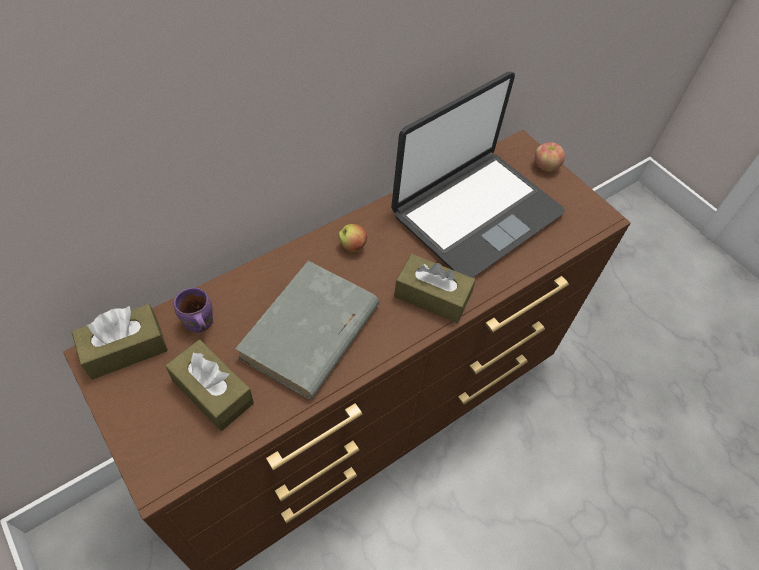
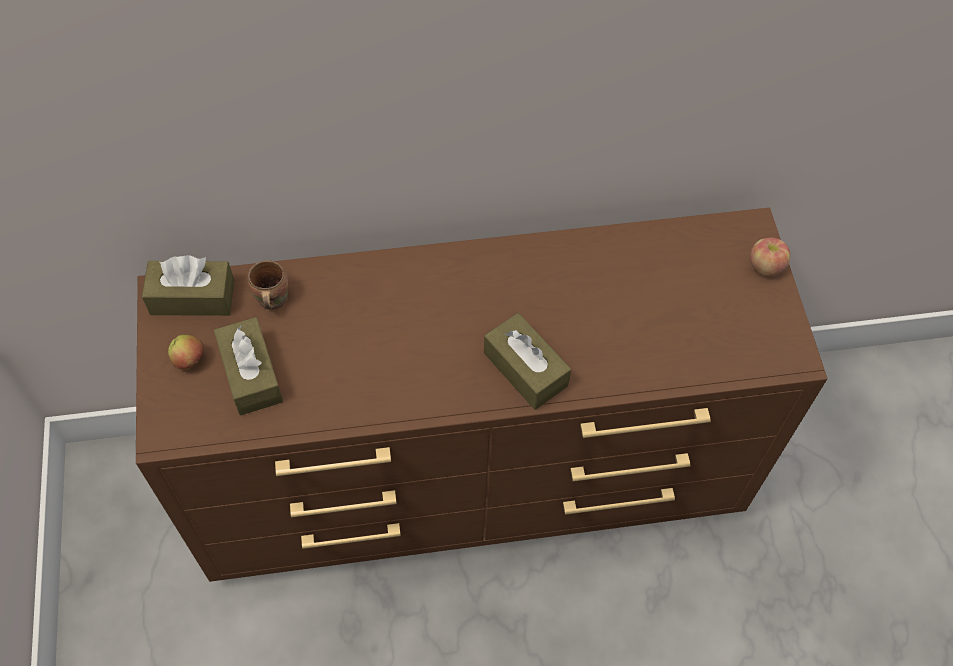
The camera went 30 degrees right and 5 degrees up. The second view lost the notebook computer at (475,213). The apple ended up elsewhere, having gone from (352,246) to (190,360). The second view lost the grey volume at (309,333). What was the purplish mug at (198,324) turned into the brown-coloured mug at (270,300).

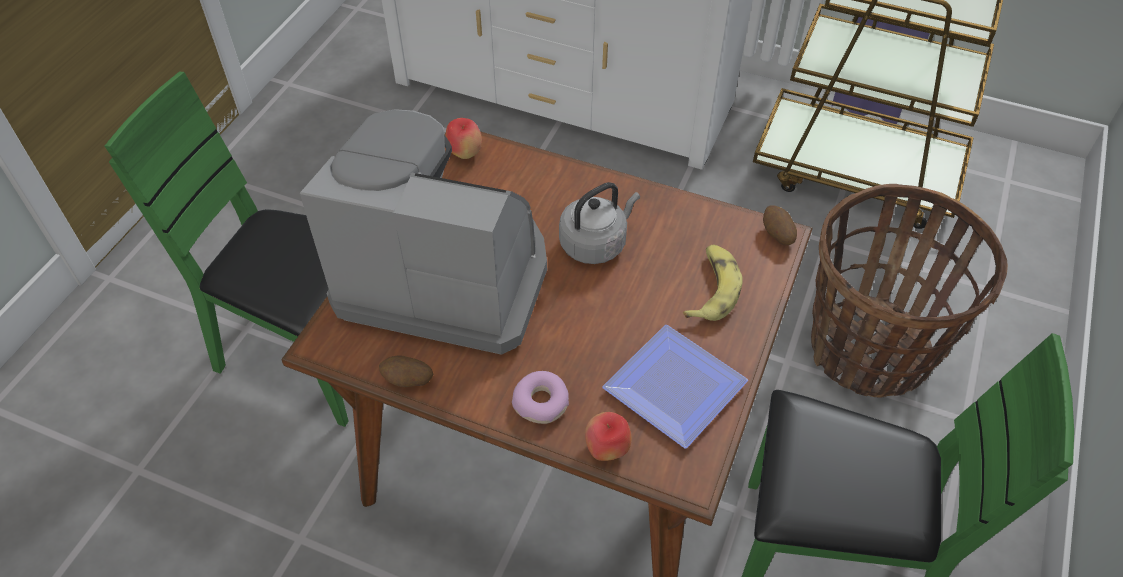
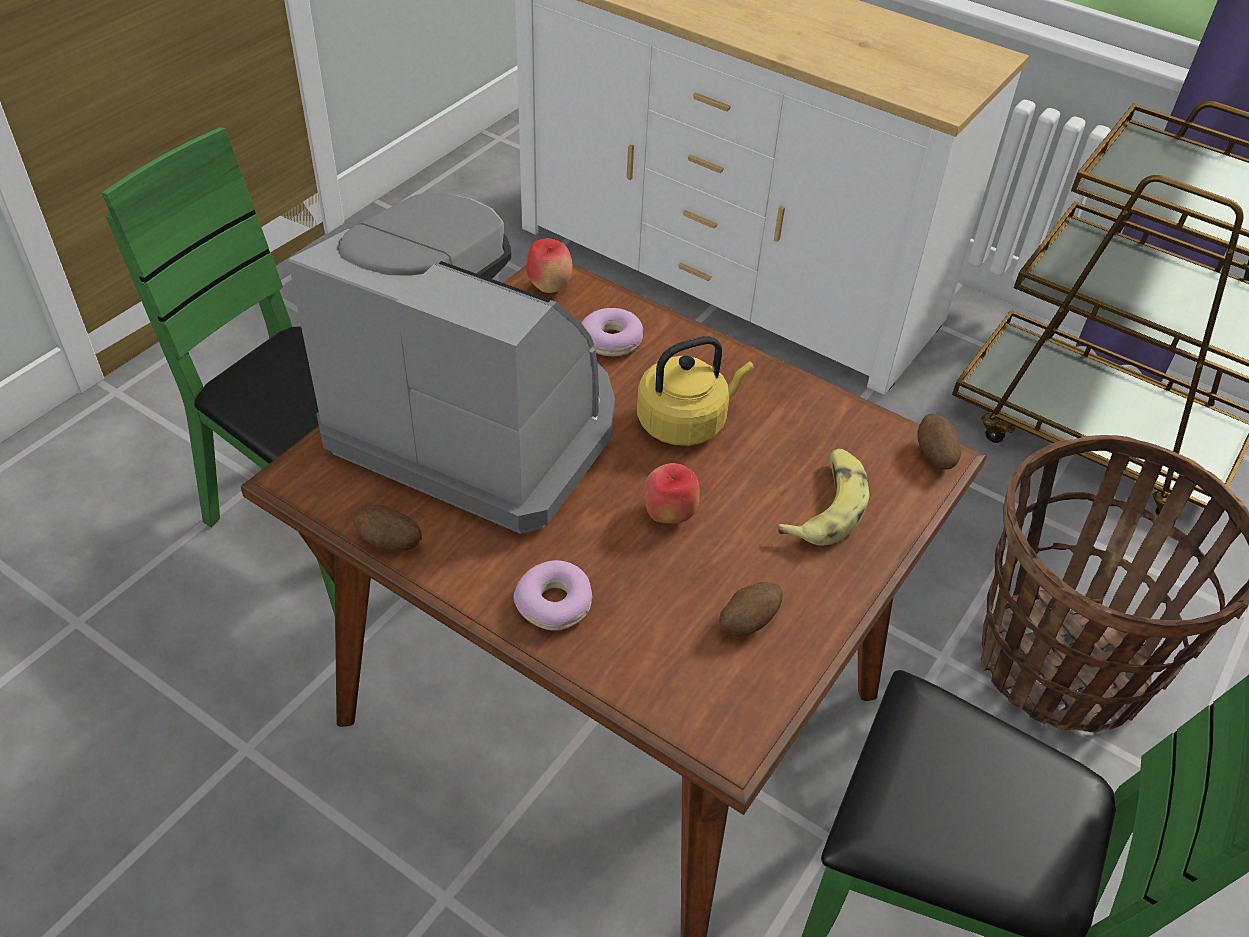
The camera went 10 degrees right and 5 degrees down. What was the grey water kettle at (595,243) turned into the yellowish water kettle at (685,422). Where the plate stood at (679,387), the spud came to stand at (747,622). The apple ended up elsewhere, having gone from (606,449) to (669,515). The second view gained the donut at (611,341).

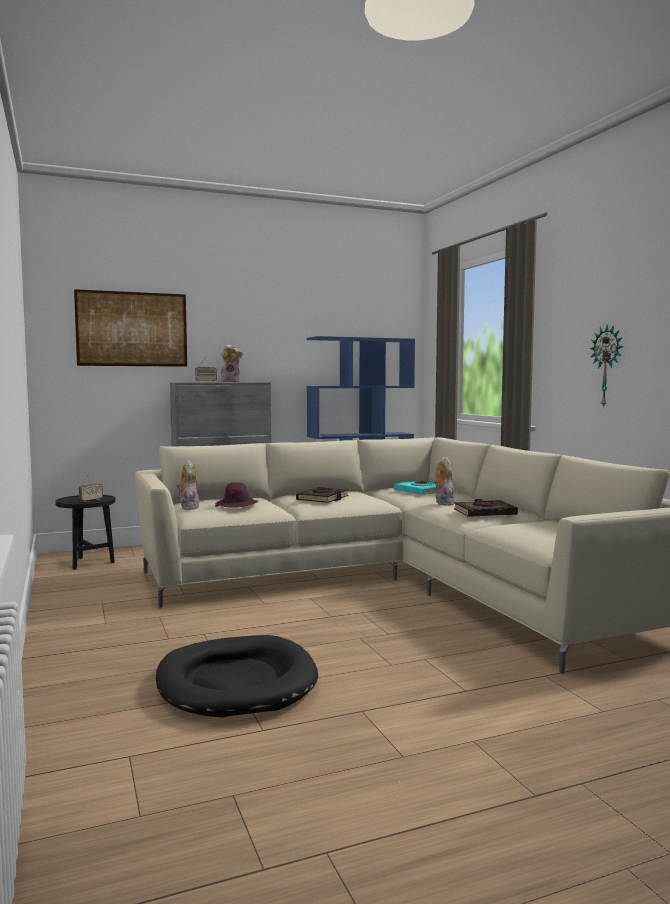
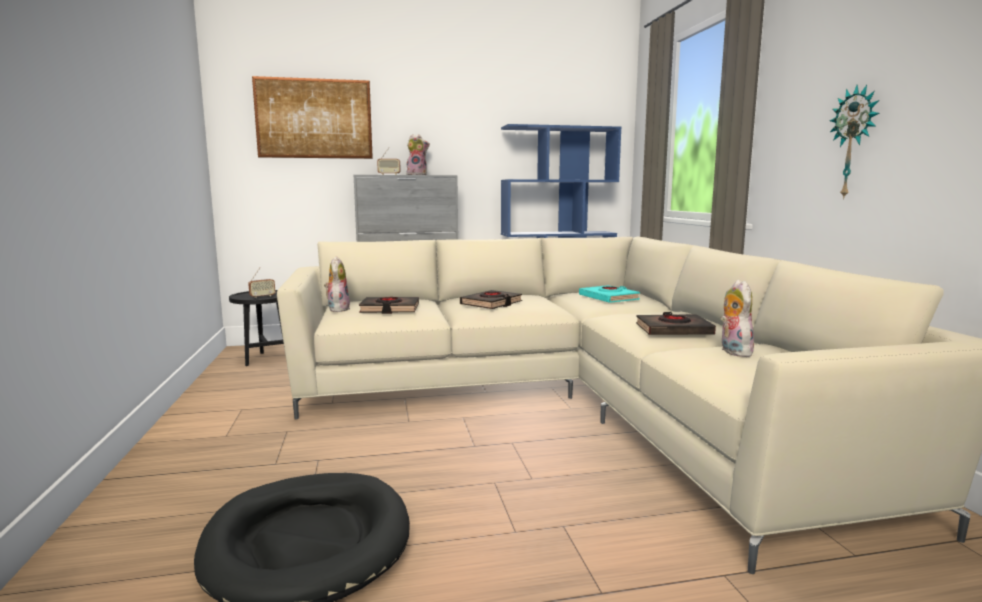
The camera went 10 degrees right and 5 degrees up. The plush toy ended up elsewhere, having gone from (442,503) to (733,352). Where the purplish hat stood at (237,506), the black-coloured volume came to stand at (389,309).

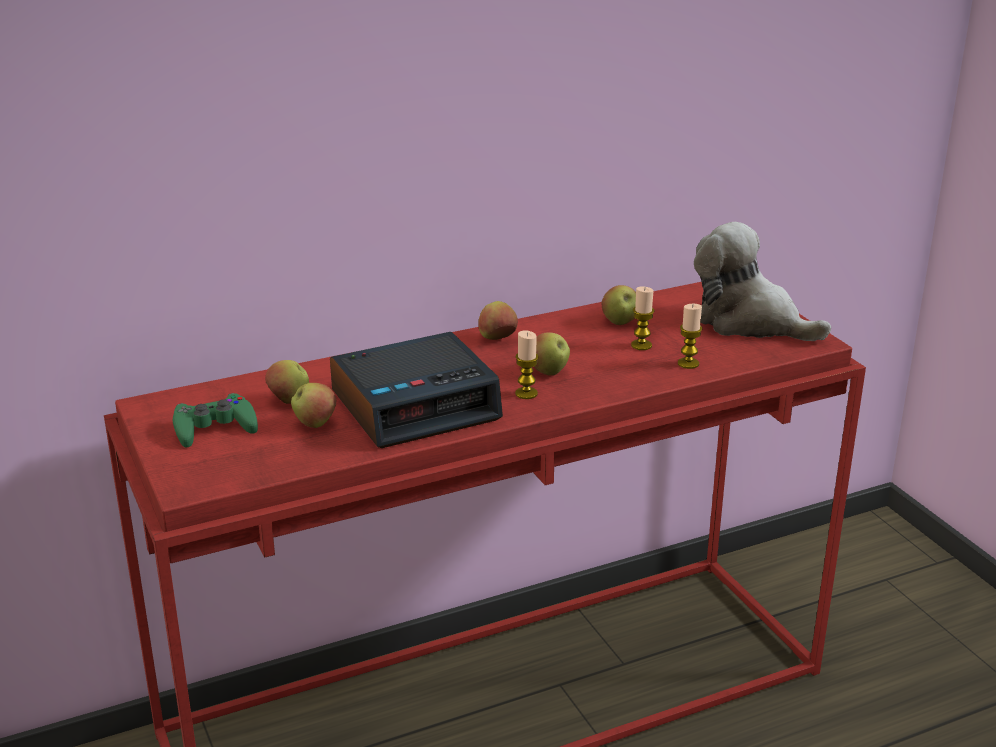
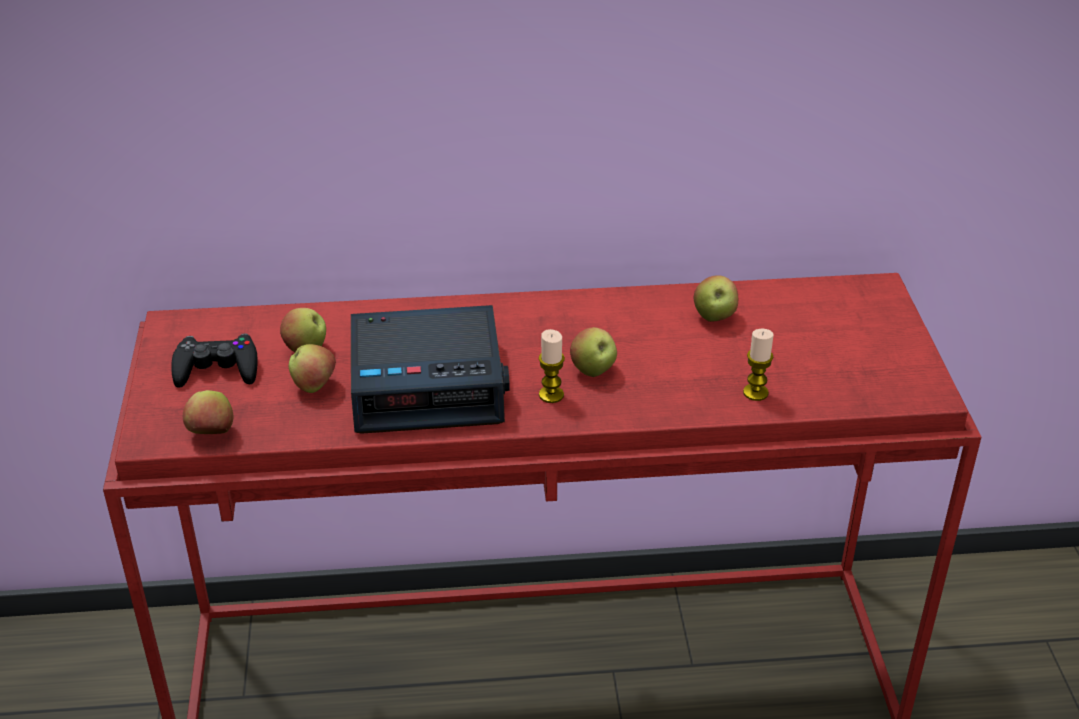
The camera went 20 degrees right and 10 degrees up. The second view lost the plush toy at (749,322). The second view lost the wax light at (641,345). The apple ended up elsewhere, having gone from (497,339) to (212,434). What was the green-coloured joypad at (214,428) turned into the black-coloured joypad at (217,368).

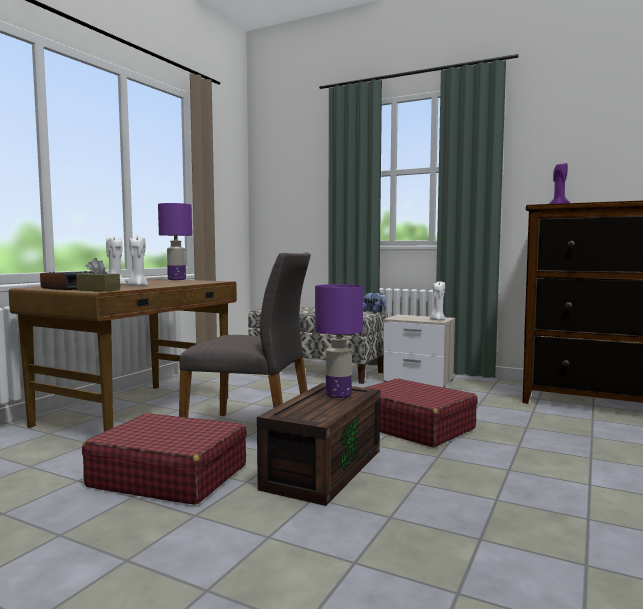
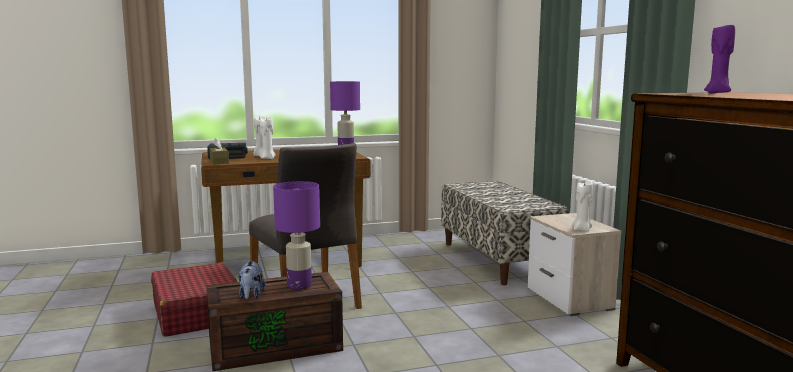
The camera went 45 degrees right and 5 degrees up. The plush toy ended up elsewhere, having gone from (374,312) to (251,296). The second view lost the red travel case at (413,427).

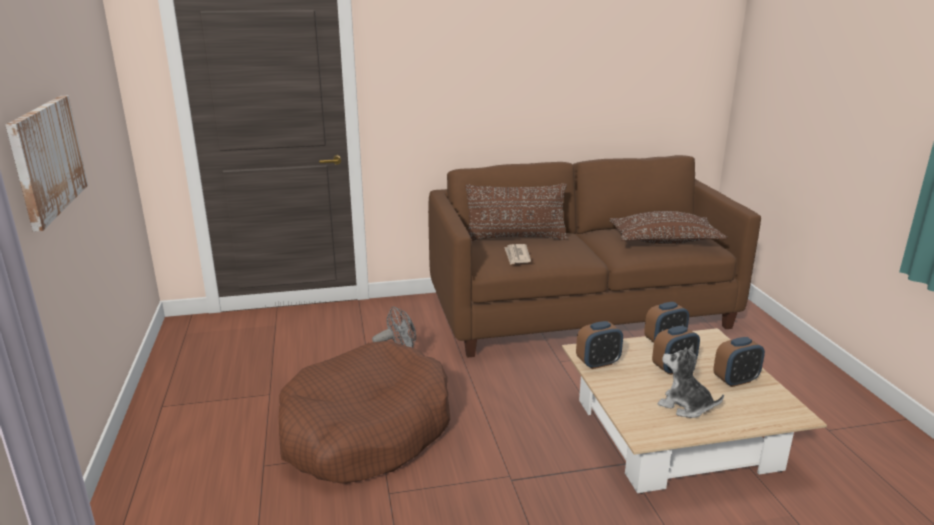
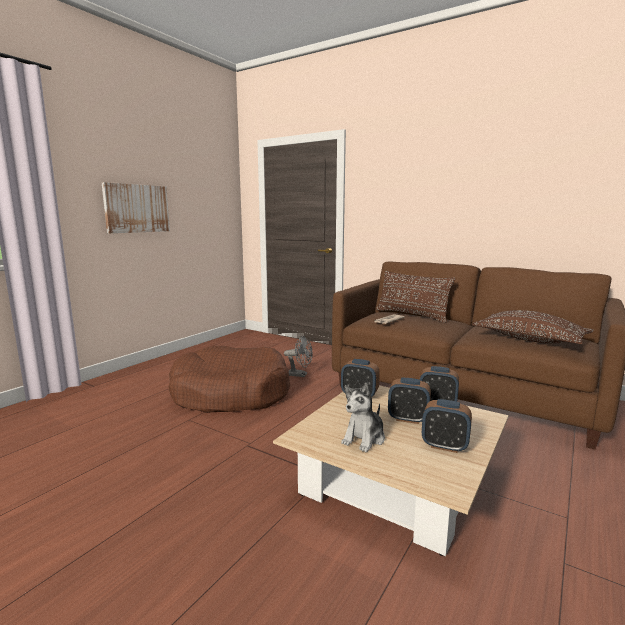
The camera went 45 degrees right and 10 degrees down. The plush toy at (685,406) ended up facing another way, 135 degrees counterclockwise from before.

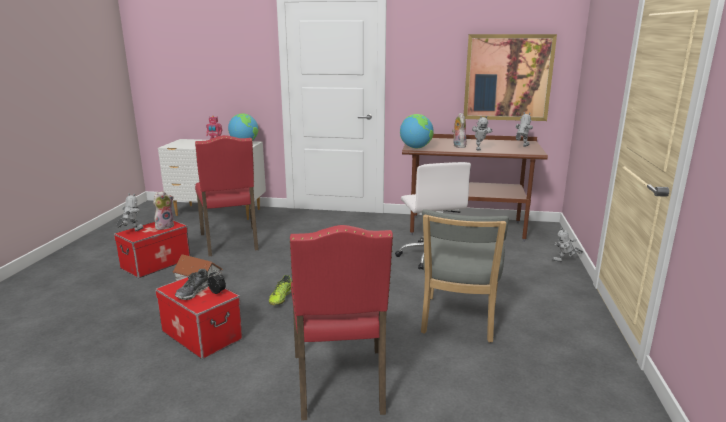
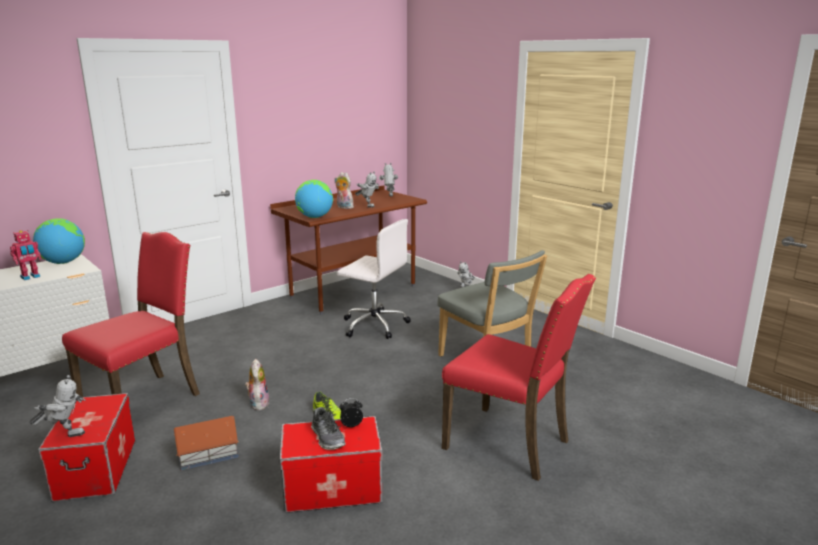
The camera went 50 degrees left and 0 degrees up. The second view lost the wall art at (507,77). The red upright chair at (231,242) ended up facing another way, 75 degrees counterclockwise from before. The plush toy ended up elsewhere, having gone from (165,226) to (258,403). The toy robot at (131,232) ended up facing another way, 105 degrees clockwise from before.

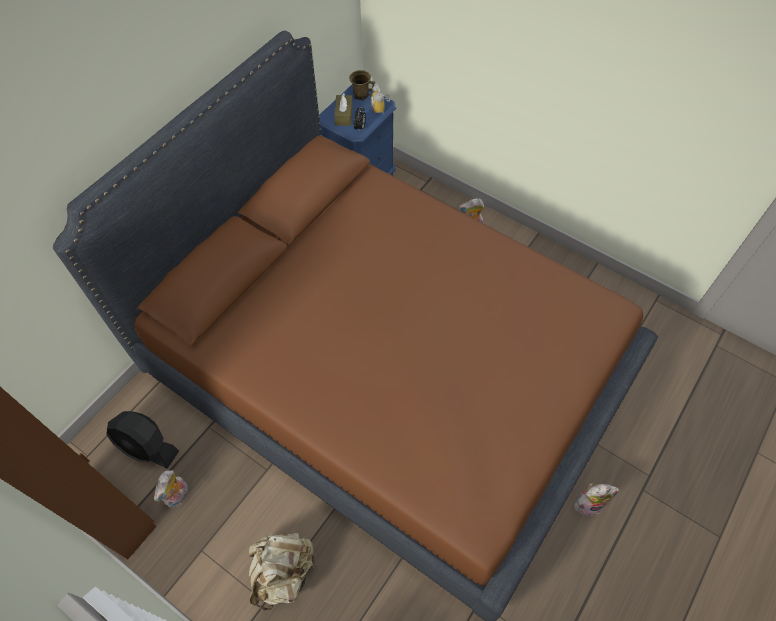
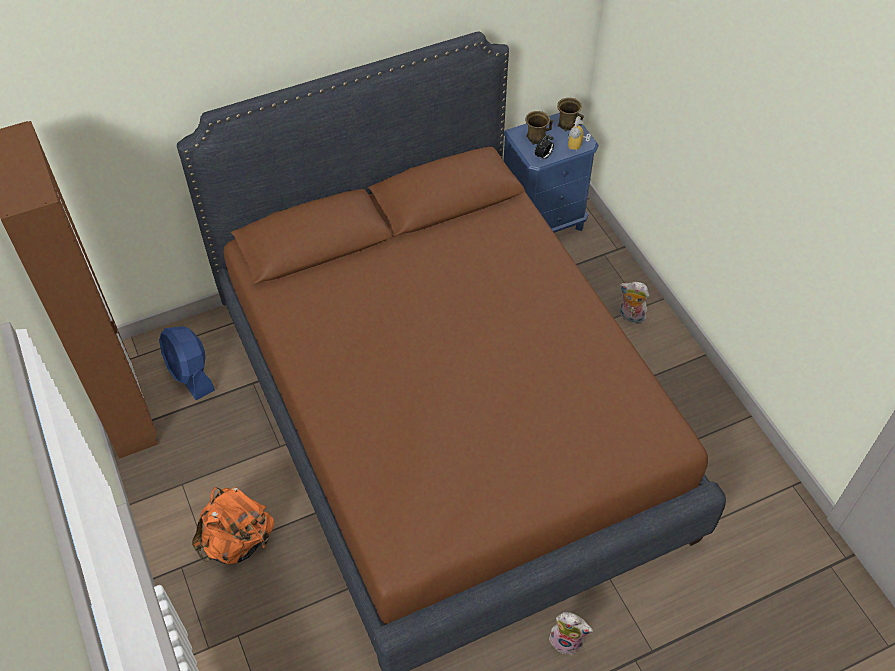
The camera went 30 degrees right and 5 degrees down. Where the brown-coloured tissue holder stood at (343,115), the brown-coloured mug came to stand at (536,138). What was the black-coloured electric fan at (147,447) turned into the blue electric fan at (191,374). The second view lost the plush toy at (178,496). What was the sand-coloured rucksack at (283,573) turned into the orangey rucksack at (237,541).

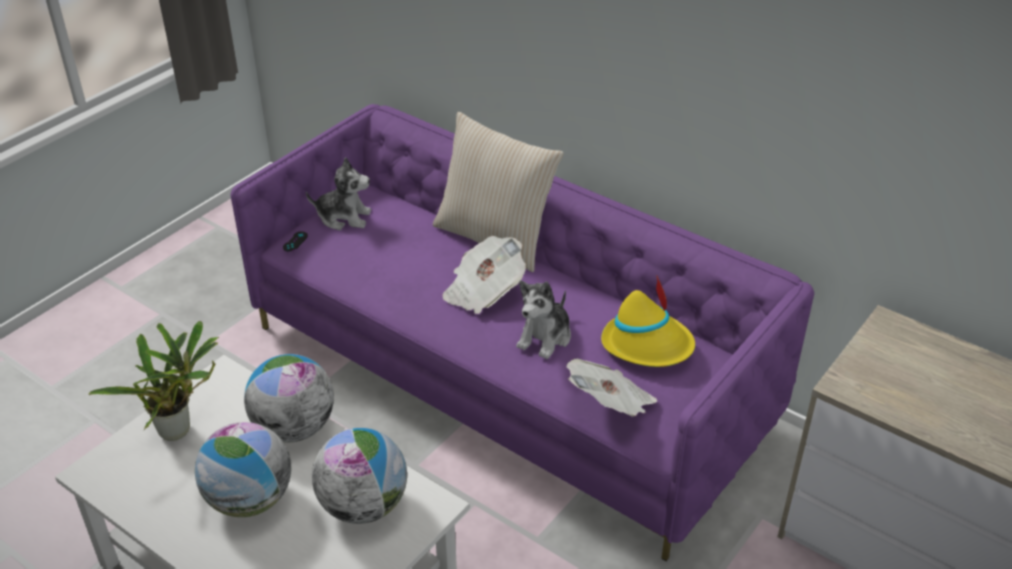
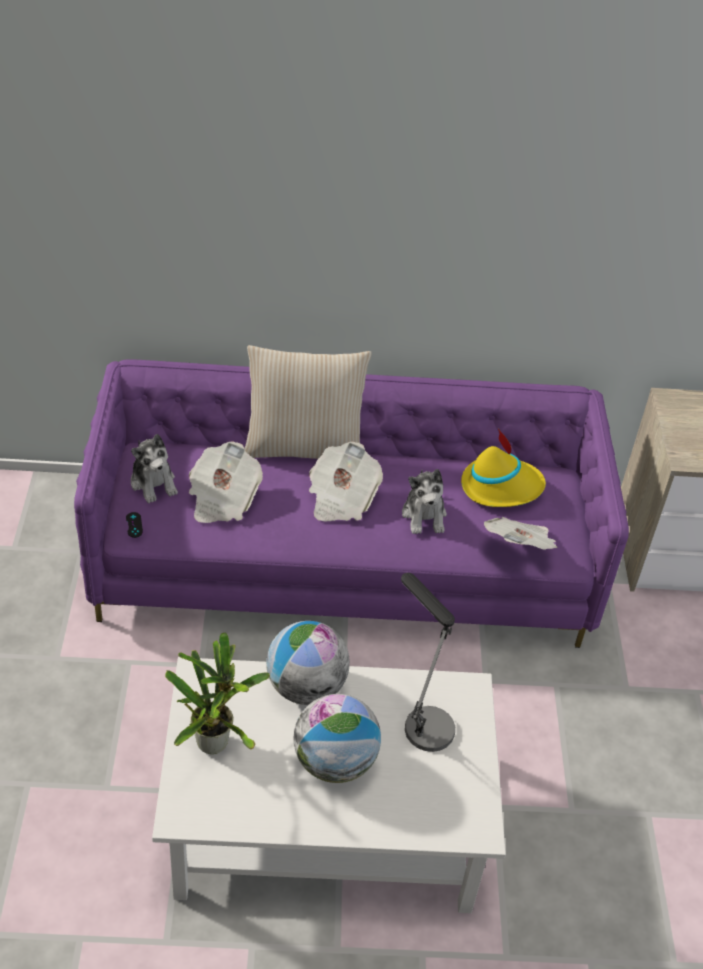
The camera went 40 degrees left and 5 degrees up. The plush toy at (344,217) ended up facing another way, 90 degrees clockwise from before. Where the world globe stood at (363,505), the lamp for a table came to stand at (422,717). The second view gained the printed paper at (222,499).

